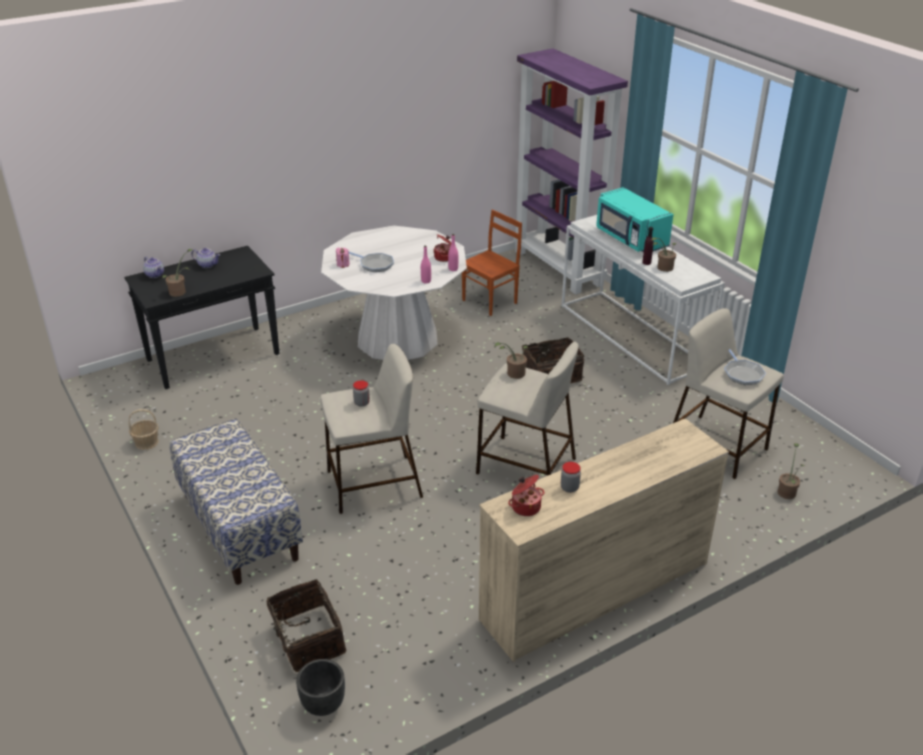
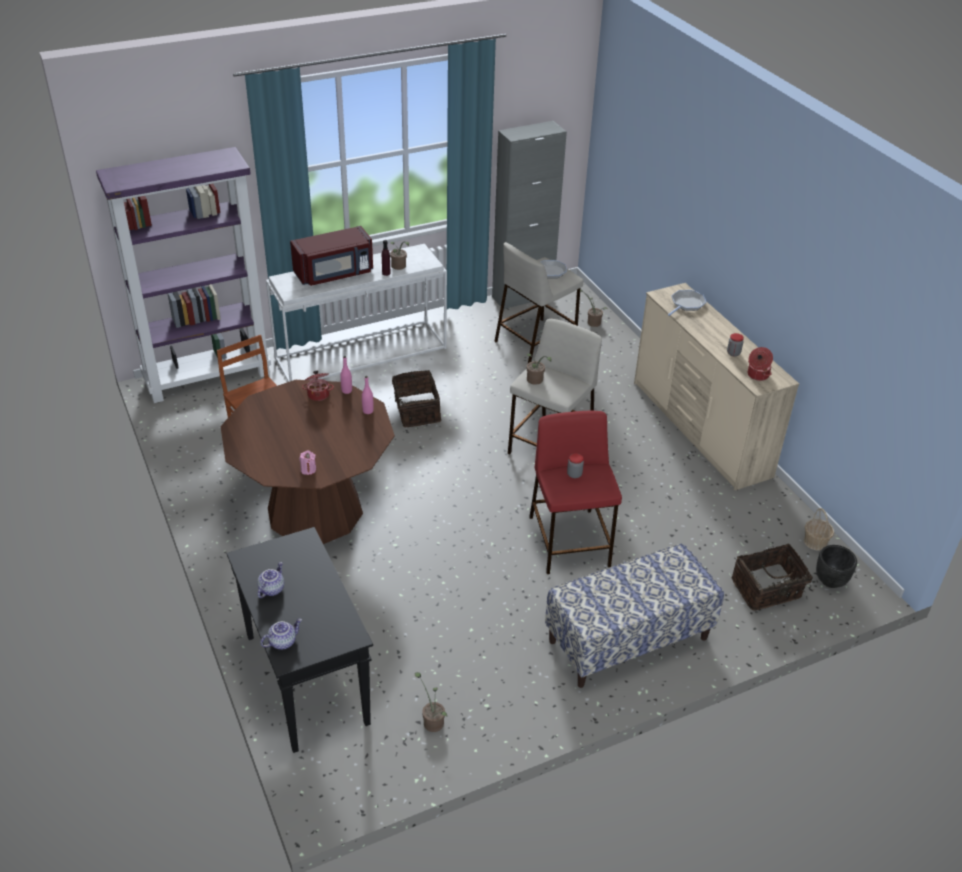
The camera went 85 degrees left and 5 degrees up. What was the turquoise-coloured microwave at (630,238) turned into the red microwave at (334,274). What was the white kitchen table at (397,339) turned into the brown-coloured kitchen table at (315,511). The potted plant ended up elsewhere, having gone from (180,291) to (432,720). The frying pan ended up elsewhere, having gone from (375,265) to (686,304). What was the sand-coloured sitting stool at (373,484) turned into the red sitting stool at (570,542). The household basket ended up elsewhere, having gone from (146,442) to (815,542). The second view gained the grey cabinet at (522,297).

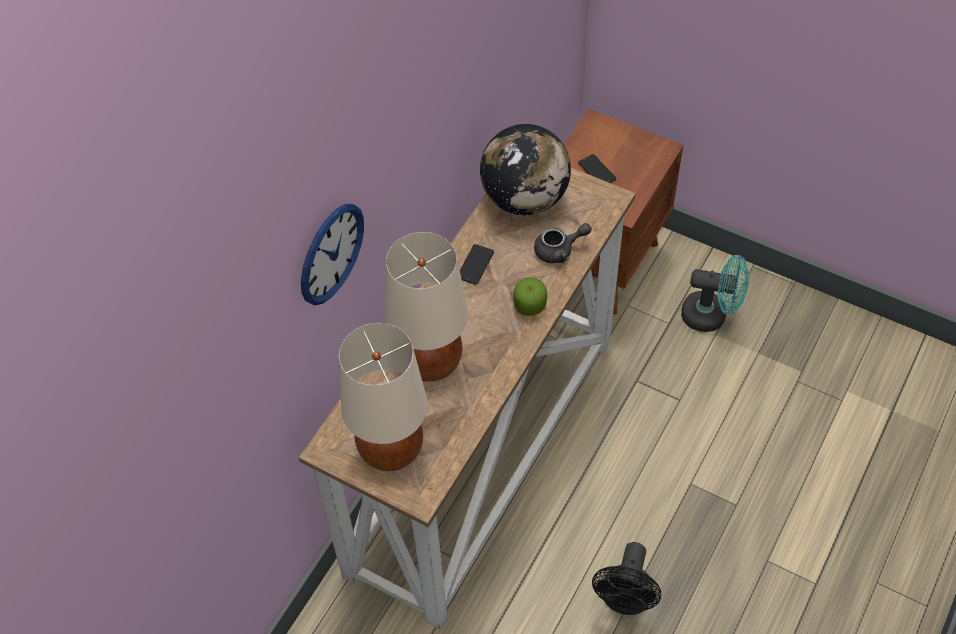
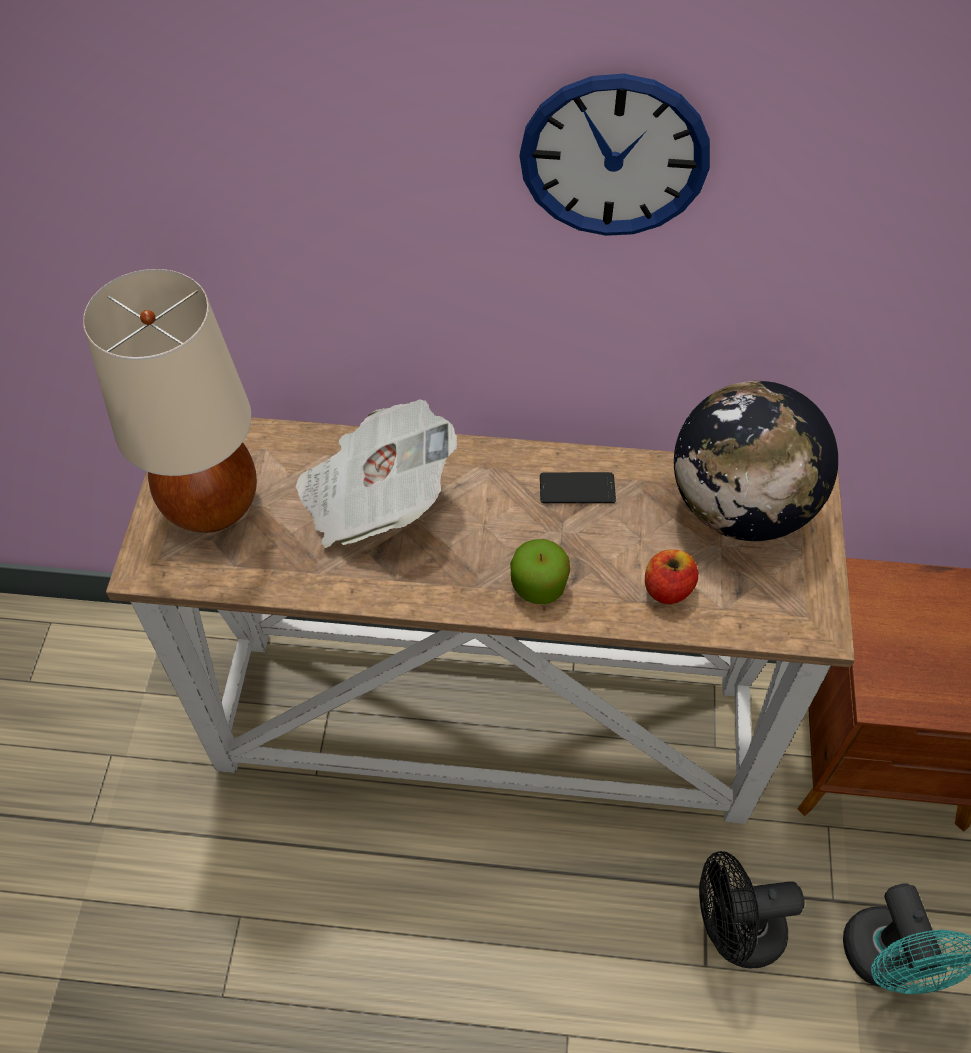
The camera went 65 degrees right and 0 degrees up. The second view lost the telephone at (597,171). The hanging clock ended up elsewhere, having gone from (331,253) to (614,157). Where the grey tea pot stood at (559,250), the apple came to stand at (667,589). Where the sand-coloured lamp for a table stood at (431,363), the printed paper came to stand at (375,498). The black-coloured electric fan ended up elsewhere, having gone from (625,600) to (733,932).

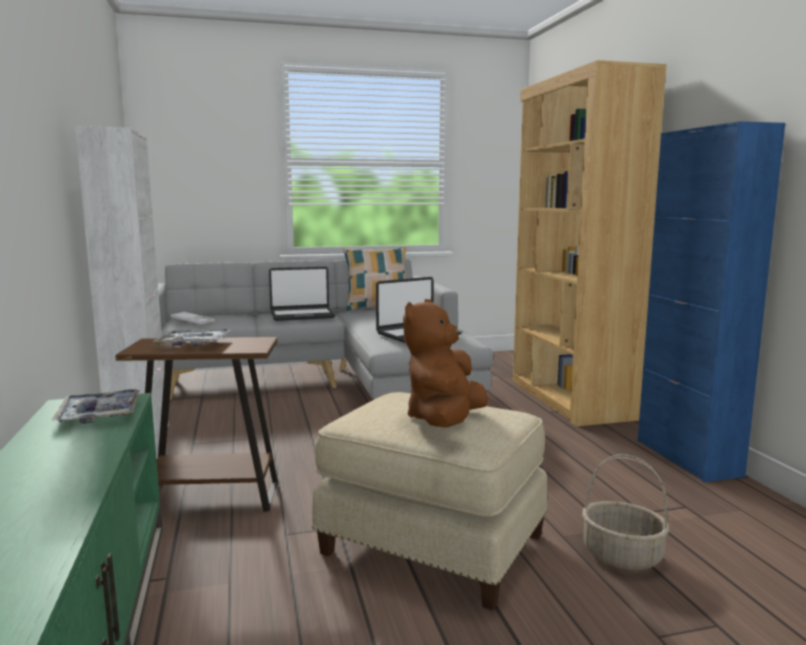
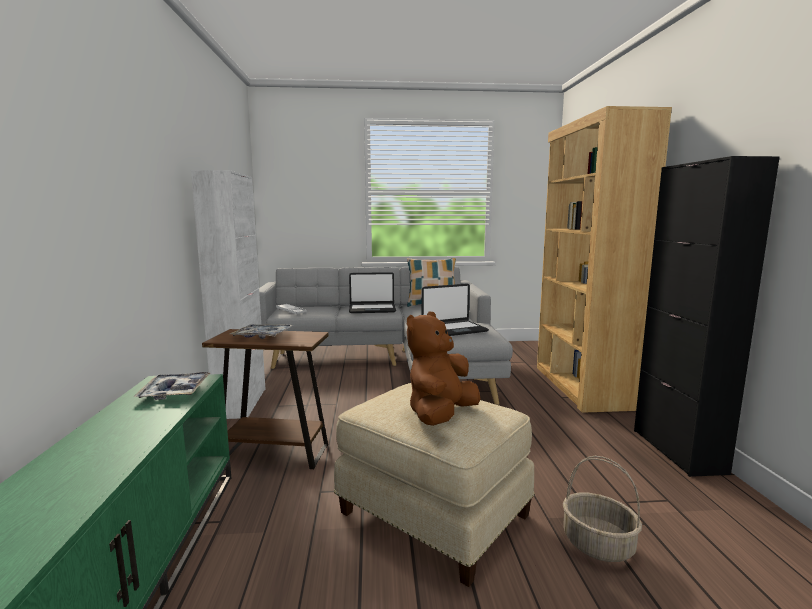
The camera went 10 degrees right and 0 degrees up. What was the blue cabinet at (687,458) turned into the black-coloured cabinet at (677,451).

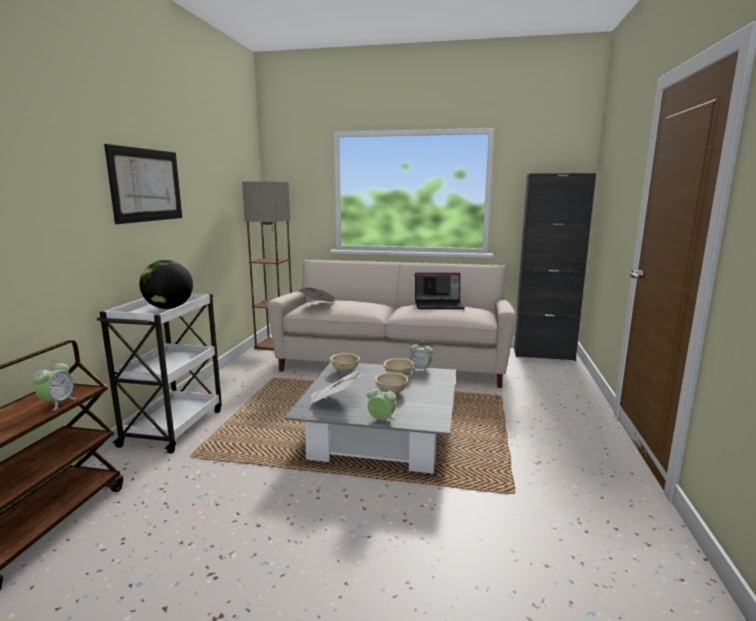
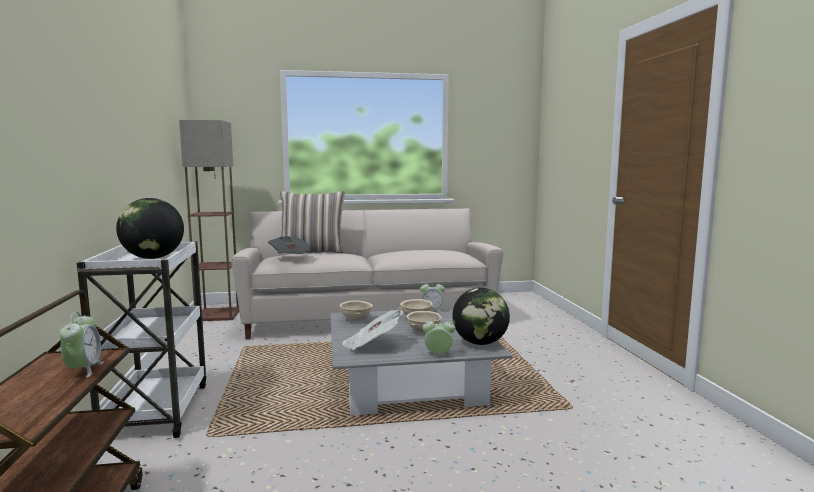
The camera went 20 degrees left and 5 degrees down. The second view lost the wall art at (147,185). The second view lost the black-coloured cabinet at (543,354). The second view lost the notebook computer at (439,305). The second view gained the pillow at (312,251). The second view gained the world globe at (480,343).

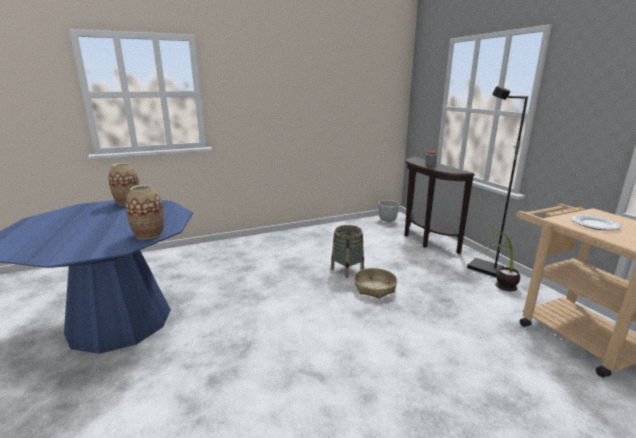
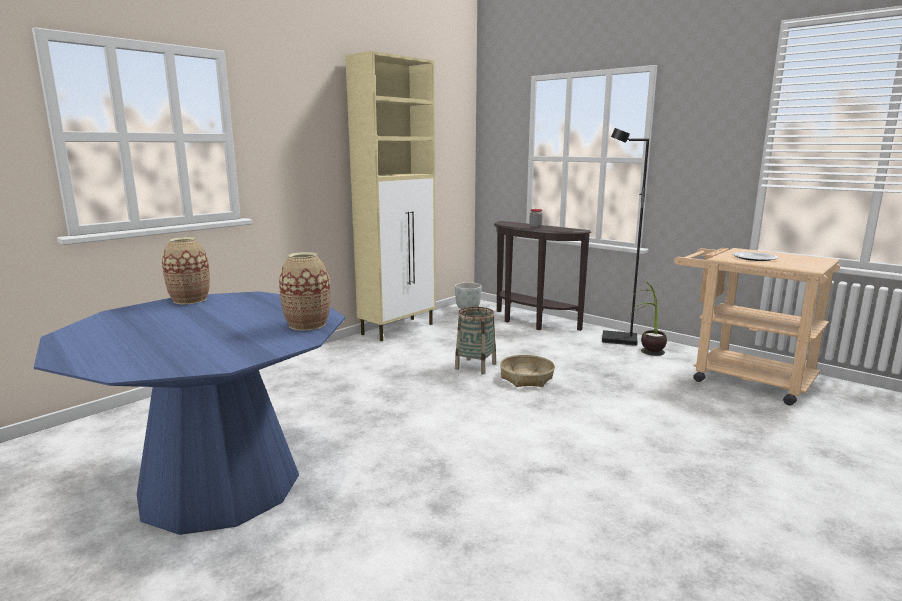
The camera went 25 degrees left and 5 degrees down. The second view gained the sand-coloured cabinet at (398,329).

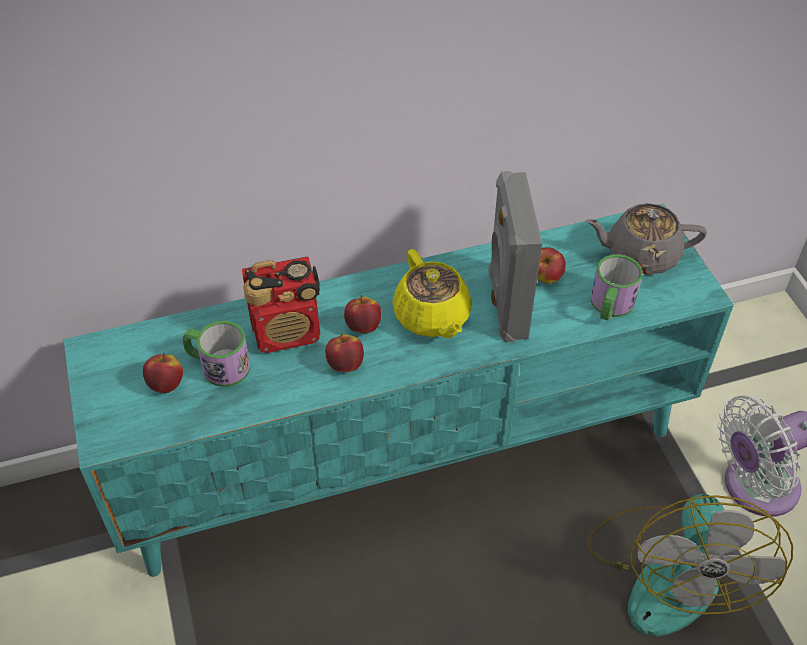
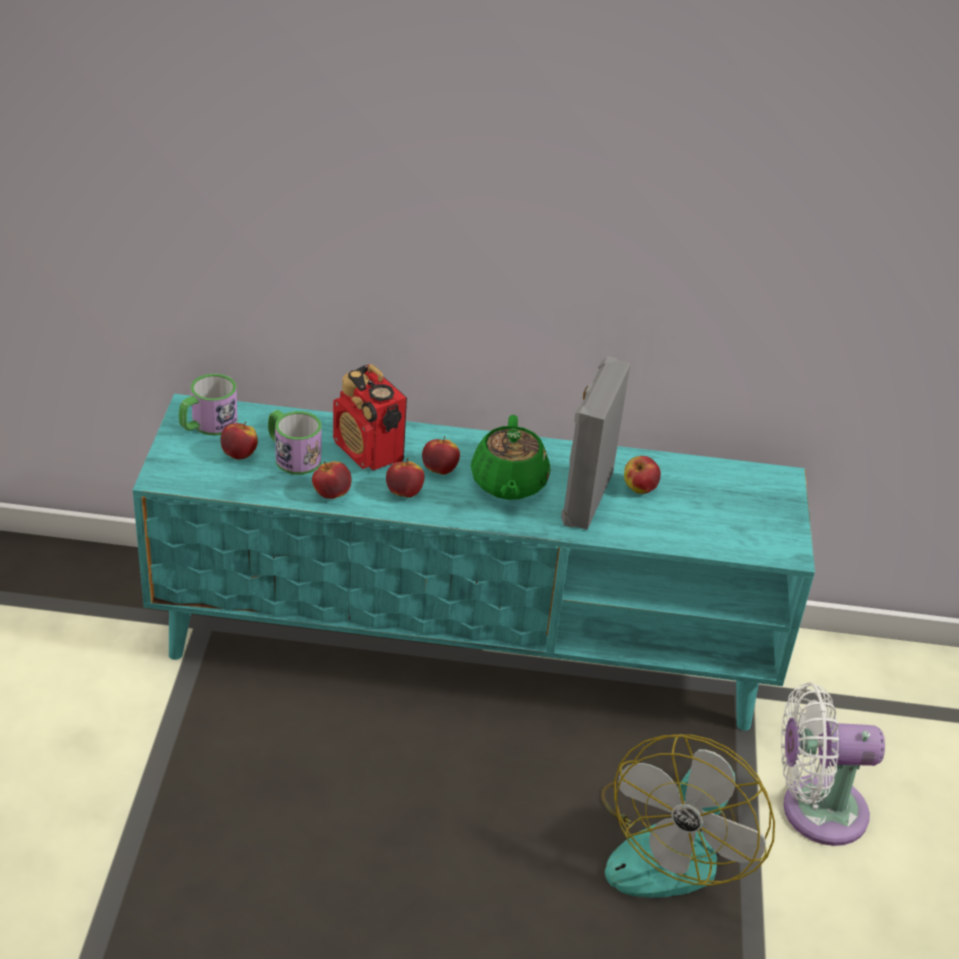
The camera went 20 degrees right and 10 degrees down. The second view lost the grey tea pot at (640,255). What was the yellowish tea pot at (432,317) turned into the green-coloured tea pot at (508,483). The mug ended up elsewhere, having gone from (610,306) to (207,425). The radio at (288,332) ended up facing another way, 45 degrees clockwise from before. The second view gained the apple at (331,494).

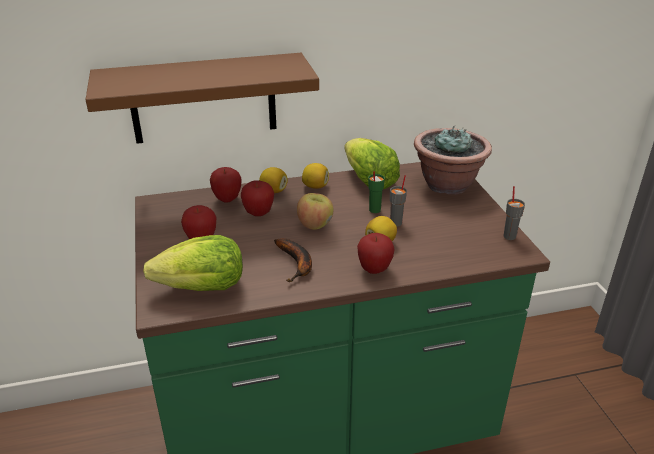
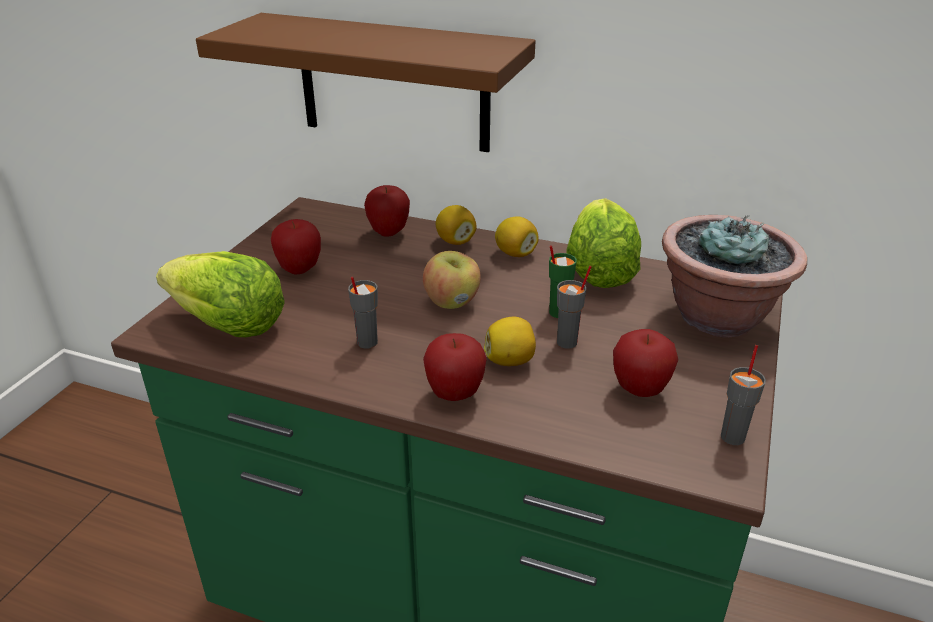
The camera went 35 degrees right and 0 degrees up. The apple ended up elsewhere, having gone from (258,213) to (639,390). Where the banana fruit stood at (296,264), the grey drinking cup came to stand at (366,342).

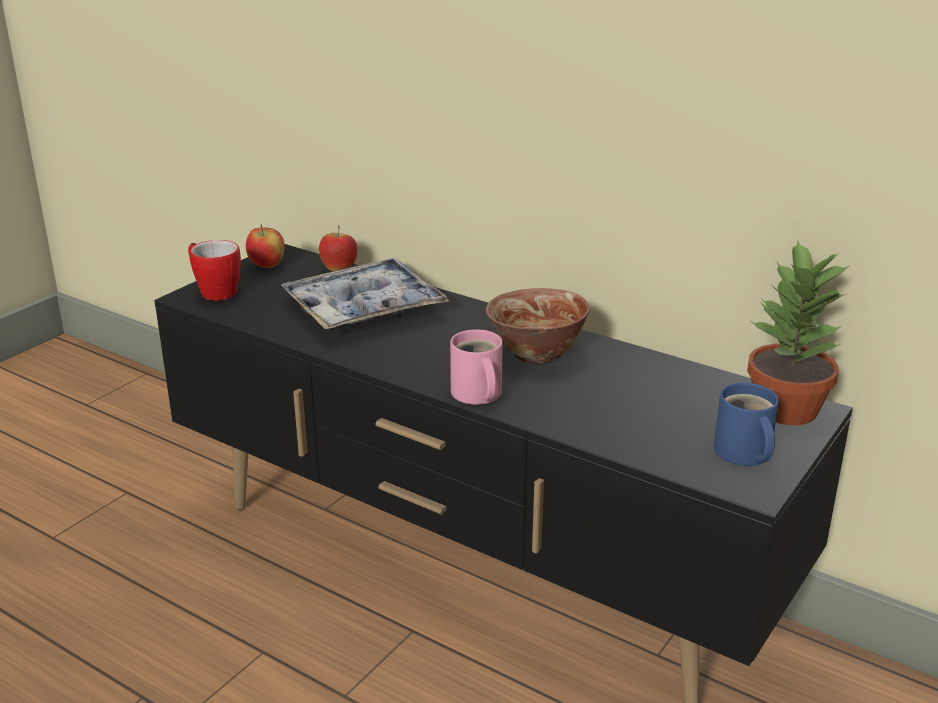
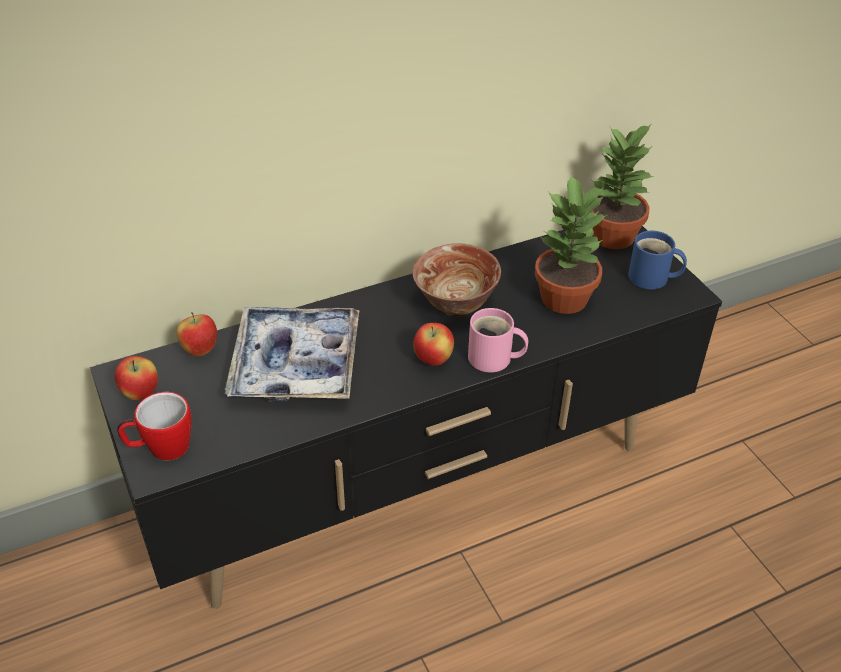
The camera went 60 degrees left and 15 degrees up. The second view gained the potted plant at (565,298). The second view gained the apple at (433,359).

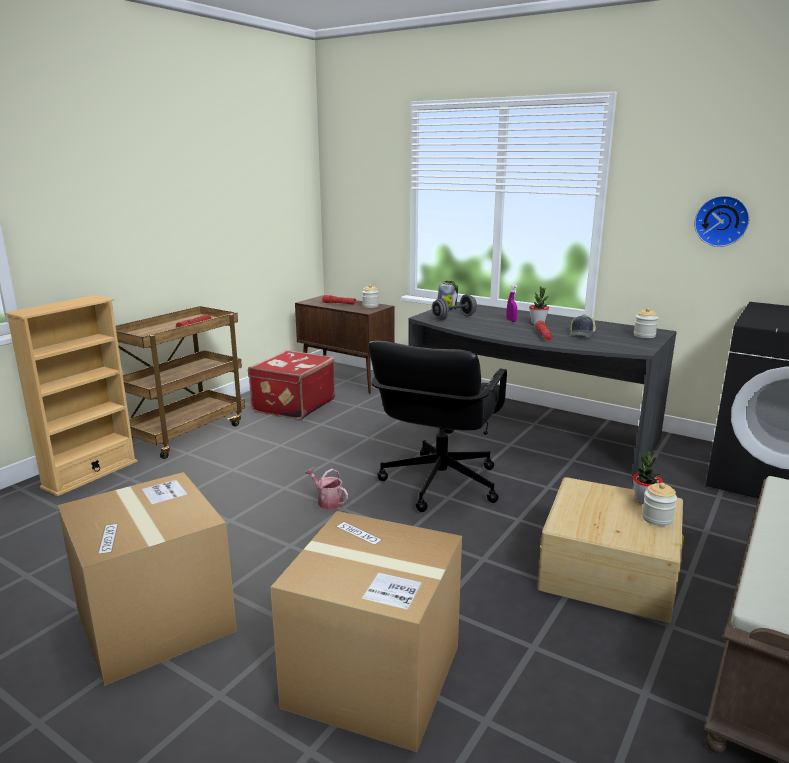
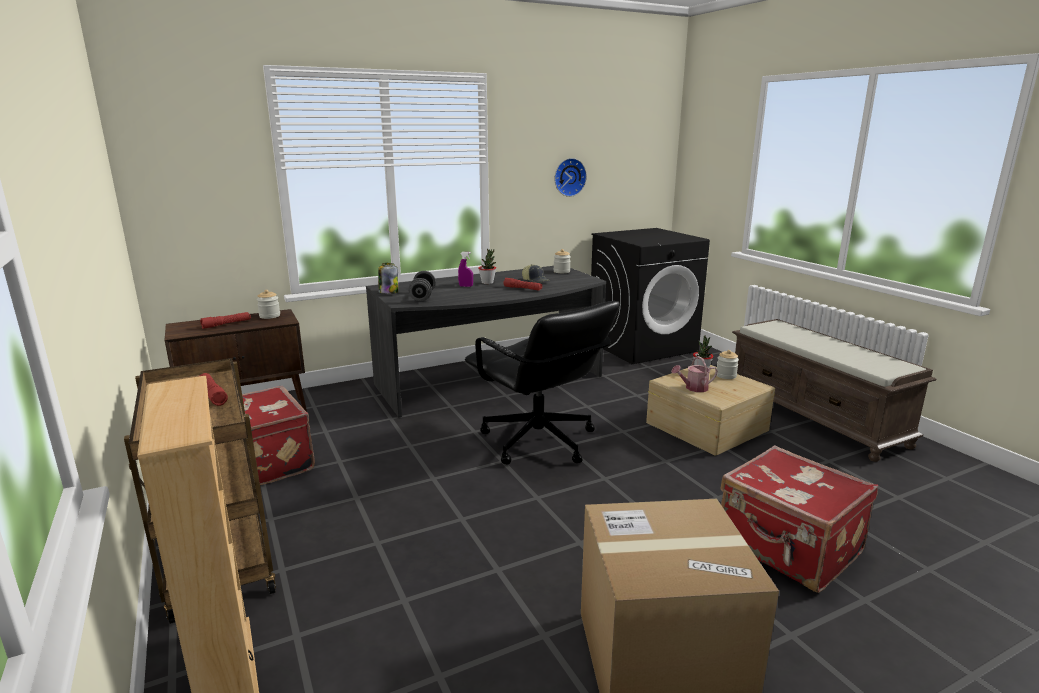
The camera went 60 degrees left and 0 degrees up. The sprinkling can ended up elsewhere, having gone from (327,501) to (693,388). Where the cardboard box stood at (373,676), the red travel case came to stand at (788,548).

